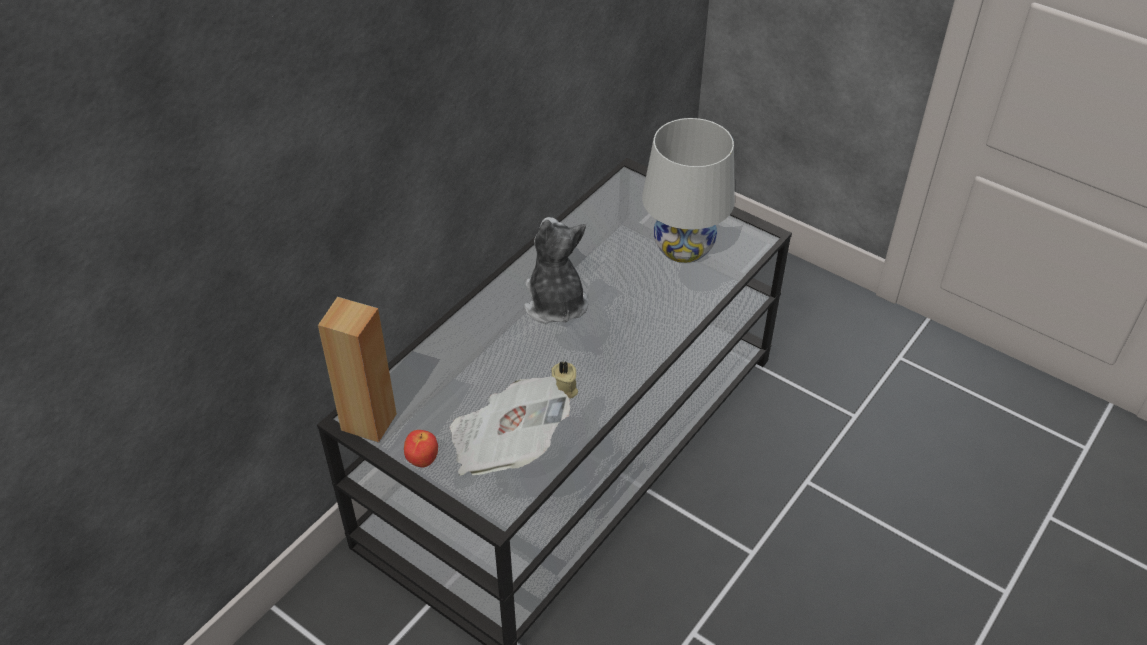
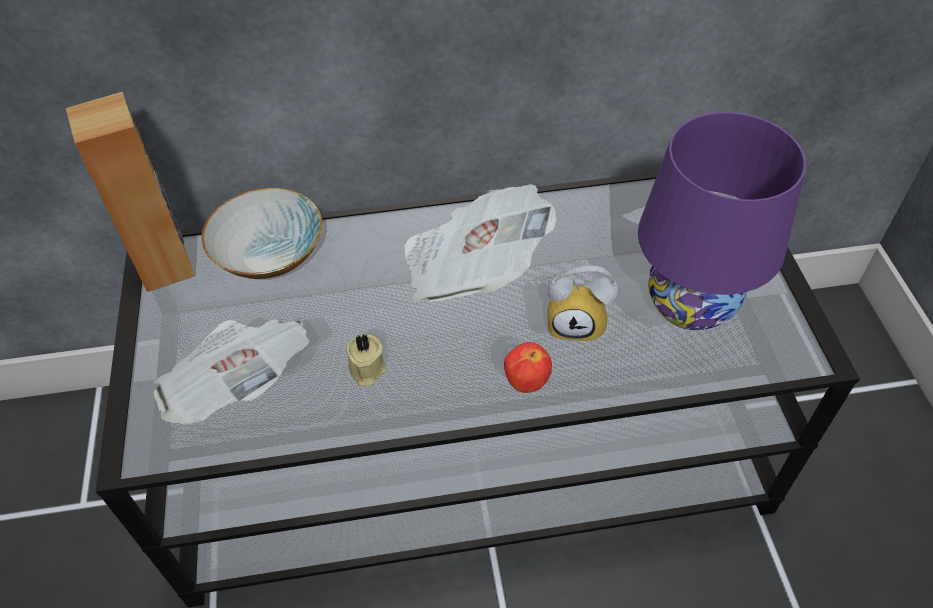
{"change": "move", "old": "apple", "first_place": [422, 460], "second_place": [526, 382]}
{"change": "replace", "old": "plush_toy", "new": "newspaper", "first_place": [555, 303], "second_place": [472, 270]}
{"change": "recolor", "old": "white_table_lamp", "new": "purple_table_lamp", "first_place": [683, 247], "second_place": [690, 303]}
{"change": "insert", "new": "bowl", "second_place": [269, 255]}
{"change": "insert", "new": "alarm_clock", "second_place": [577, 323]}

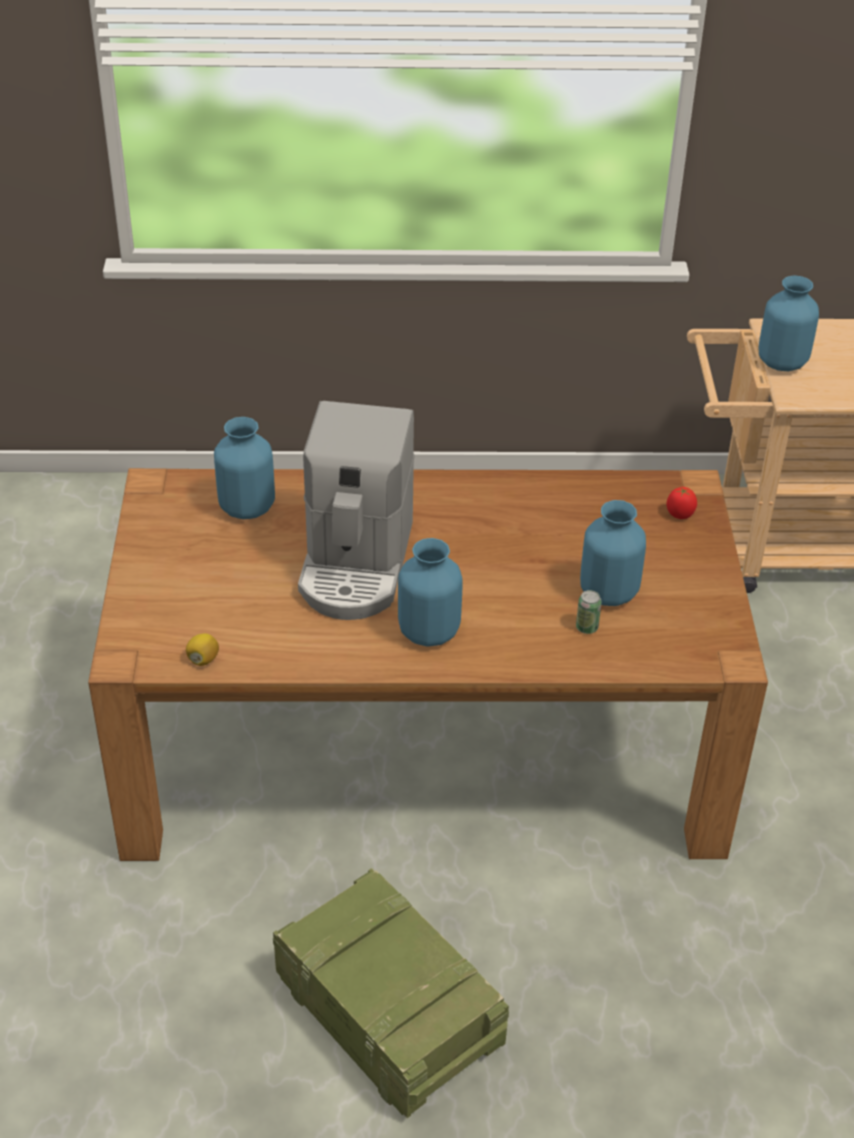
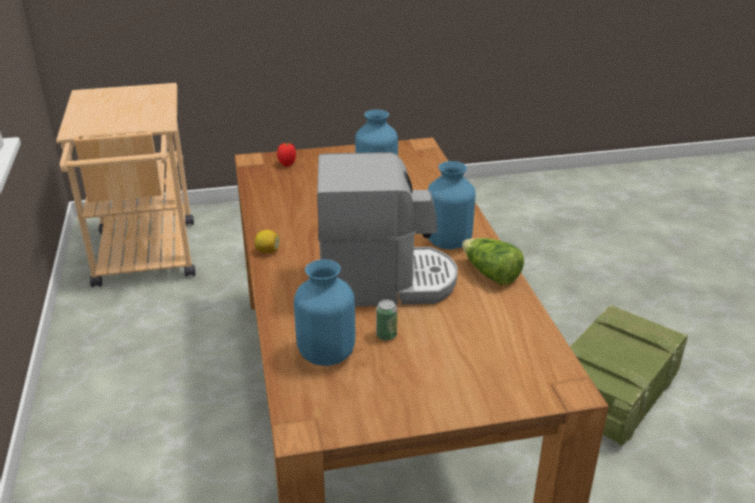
{"change": "move", "old": "lemon", "first_place": [203, 659], "second_place": [268, 251]}
{"change": "move", "old": "can", "first_place": [586, 627], "second_place": [386, 335]}
{"change": "delete", "old": "blue_vase", "first_place": [782, 363]}
{"change": "insert", "new": "lettuce", "second_place": [490, 274]}

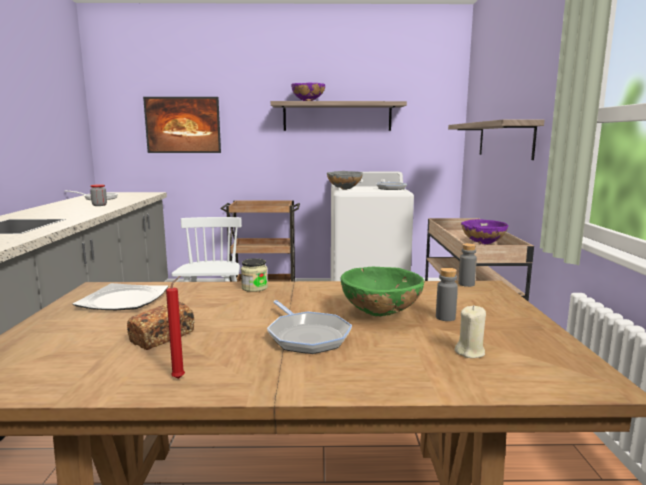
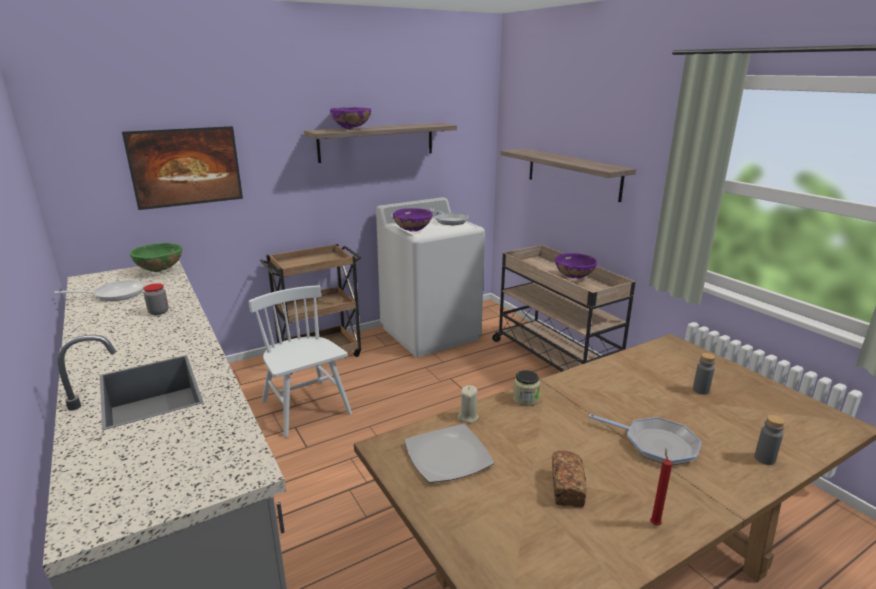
{"change": "recolor", "old": "grey_bowl", "new": "purple_bowl", "first_place": [344, 189], "second_place": [412, 231]}
{"change": "move", "old": "green_bowl", "first_place": [381, 315], "second_place": [160, 271]}
{"change": "move", "old": "beige_candle", "first_place": [470, 352], "second_place": [468, 417]}
{"change": "move", "old": "grey_bottle", "first_place": [466, 284], "second_place": [764, 459]}

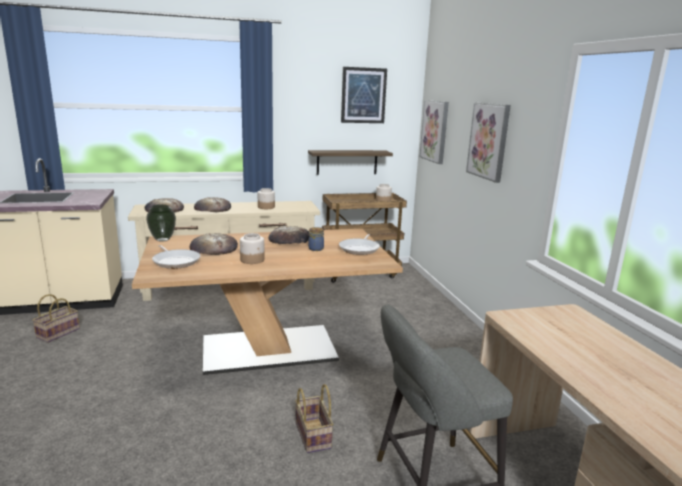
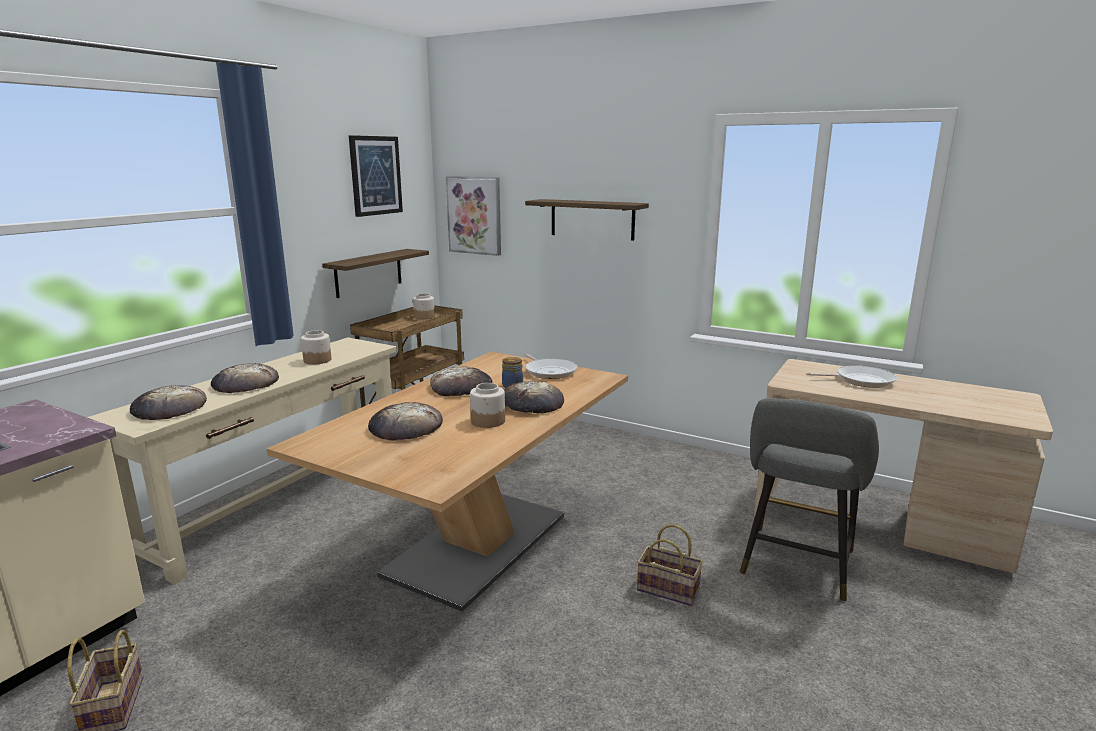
{"change": "delete", "old": "vase", "first_place": [162, 239]}
{"change": "move", "old": "frying_pan", "first_place": [176, 261], "second_place": [861, 380]}
{"change": "replace", "old": "picture", "new": "shelf", "first_place": [488, 141], "second_place": [592, 219]}
{"change": "insert", "new": "bread", "second_place": [530, 403]}

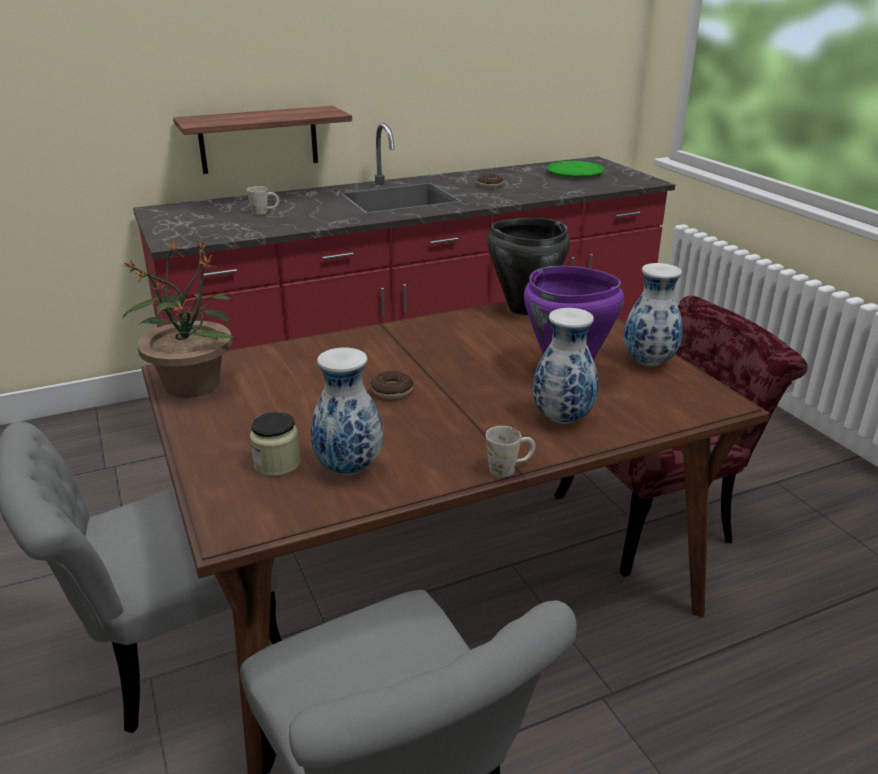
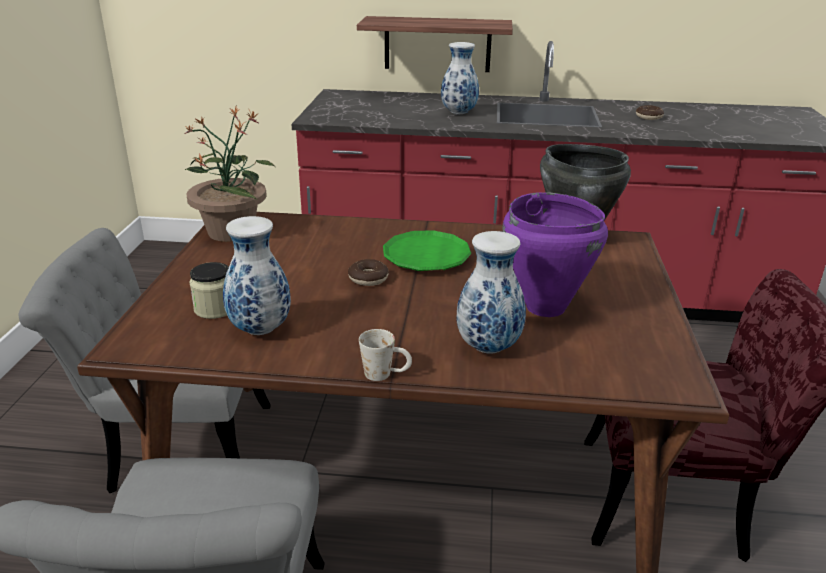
{"change": "delete", "old": "white_mug", "first_place": [265, 212]}
{"change": "move", "old": "green_plate", "first_place": [575, 174], "second_place": [426, 257]}
{"change": "move", "old": "vase", "first_place": [650, 362], "second_place": [459, 113]}

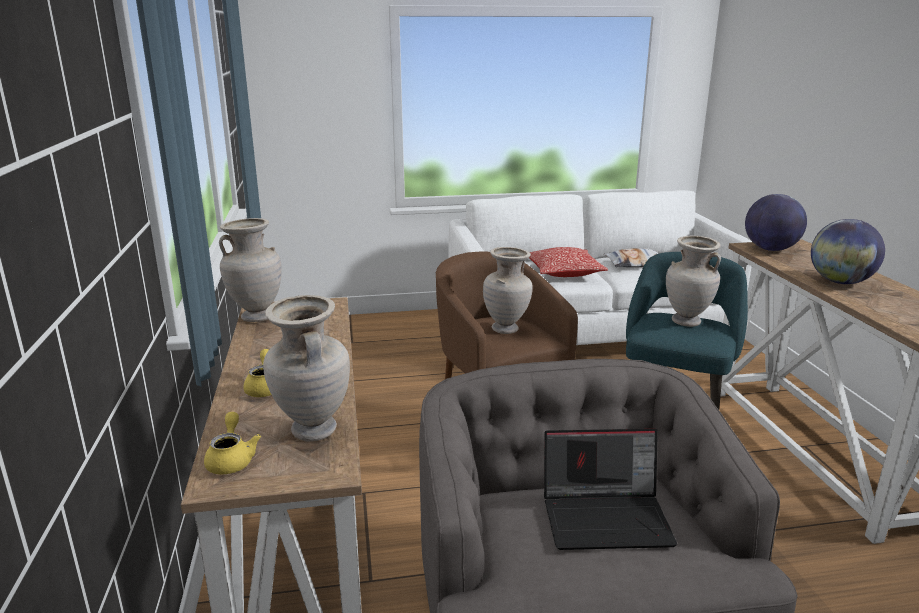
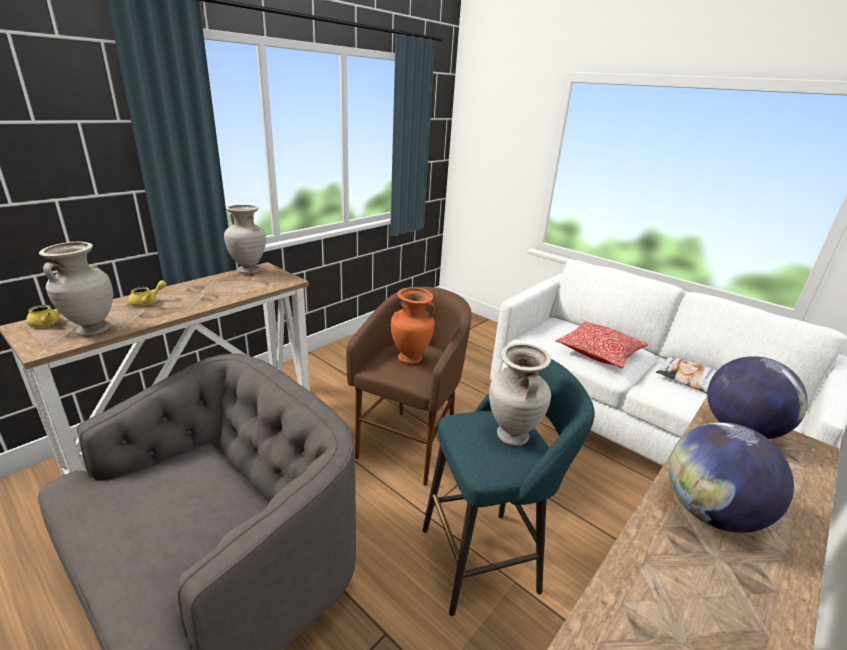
{"change": "recolor", "old": "beige_vase", "new": "orange_vase", "first_place": [506, 329], "second_place": [410, 359]}
{"change": "delete", "old": "laptop", "first_place": [607, 517]}

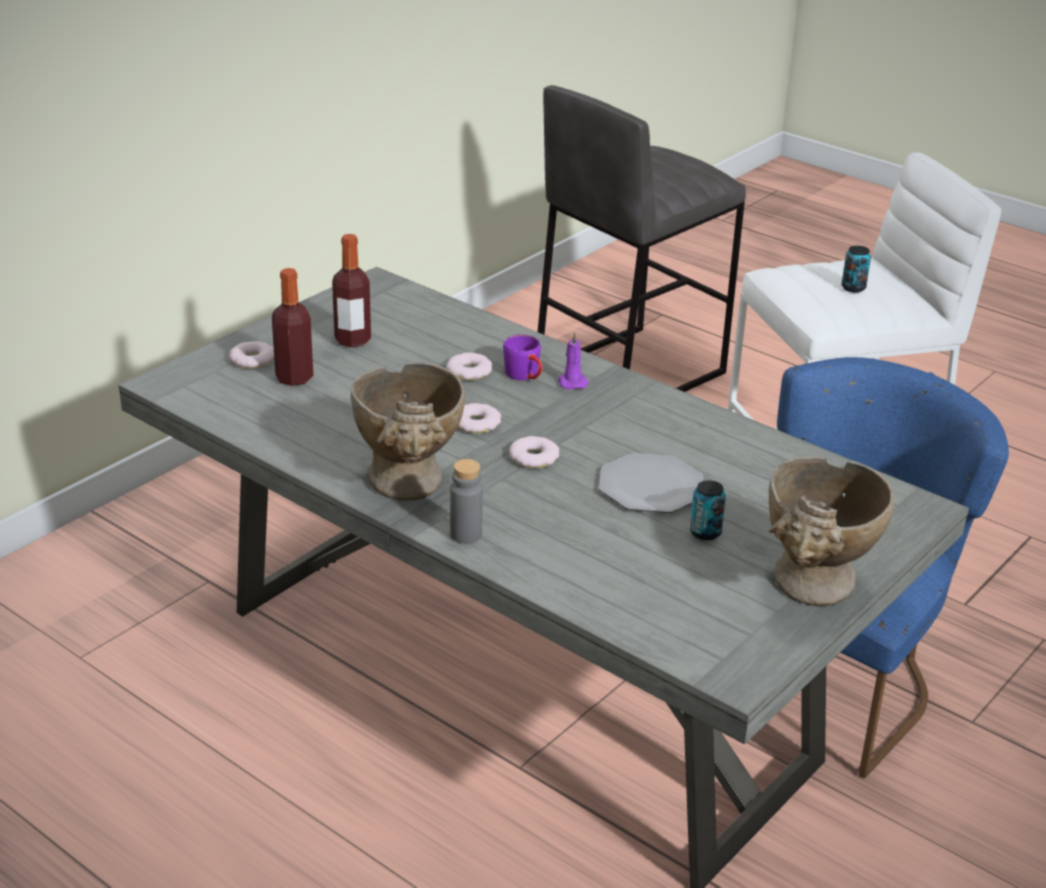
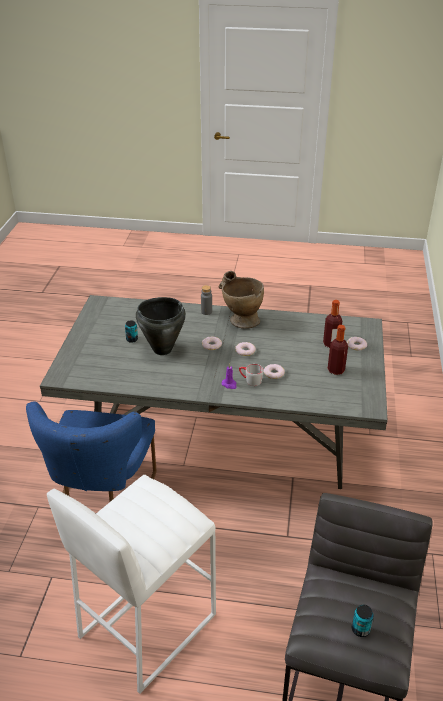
{"change": "recolor", "old": "purple_mug", "new": "grey_mug", "first_place": [526, 376], "second_place": [250, 380]}
{"change": "replace", "old": "plate", "new": "black_cooking_pot", "first_place": [651, 486], "second_place": [162, 349]}
{"change": "delete", "old": "beige_vase", "first_place": [813, 590]}
{"change": "move", "old": "can", "first_place": [853, 288], "second_place": [360, 629]}

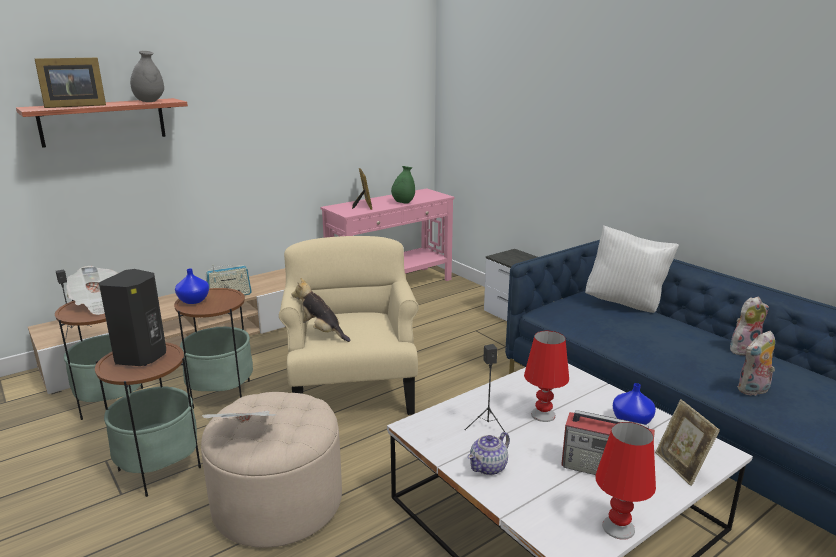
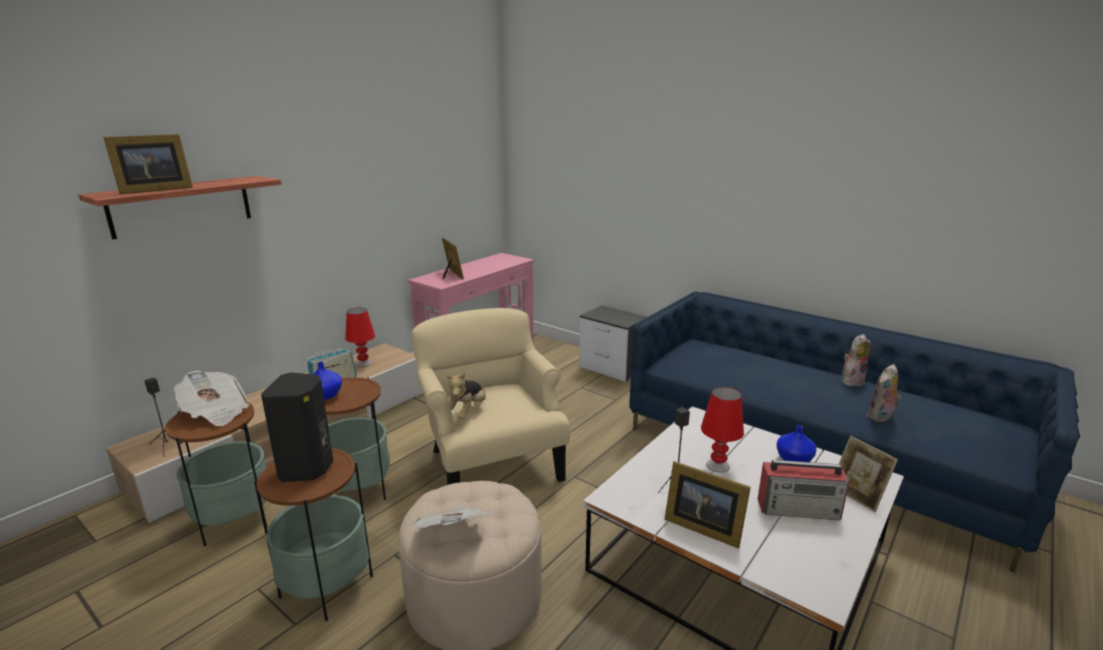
{"change": "delete", "old": "grey_vase", "first_place": [149, 101]}
{"change": "rotate", "old": "plush_toy", "first_place": [321, 332], "second_place": [467, 412], "degrees": -90}
{"change": "delete", "old": "green_vase", "first_place": [403, 203]}
{"change": "replace", "old": "teapot", "new": "picture_frame", "first_place": [489, 467], "second_place": [701, 526]}
{"change": "delete", "old": "white_pillow", "first_place": [625, 304]}
{"change": "move", "old": "red_table_lamp", "first_place": [618, 527], "second_place": [363, 363]}

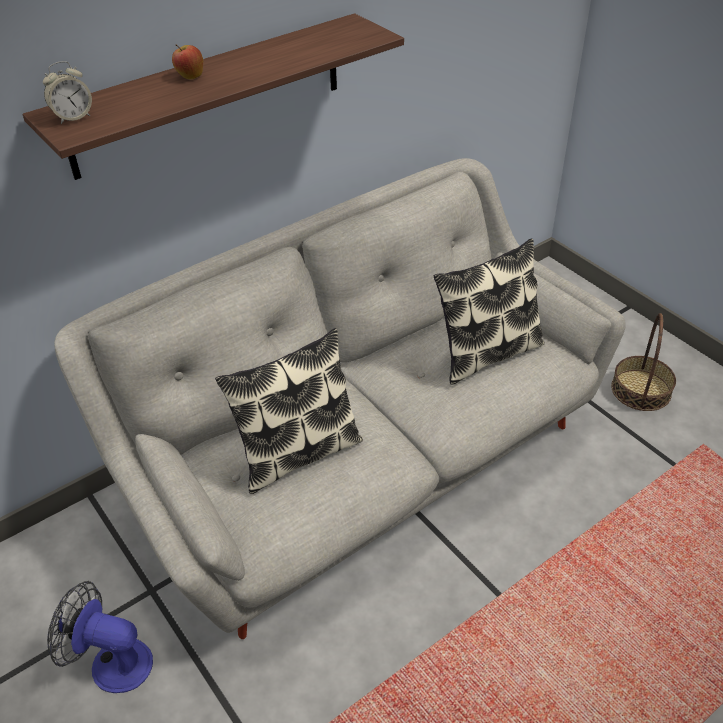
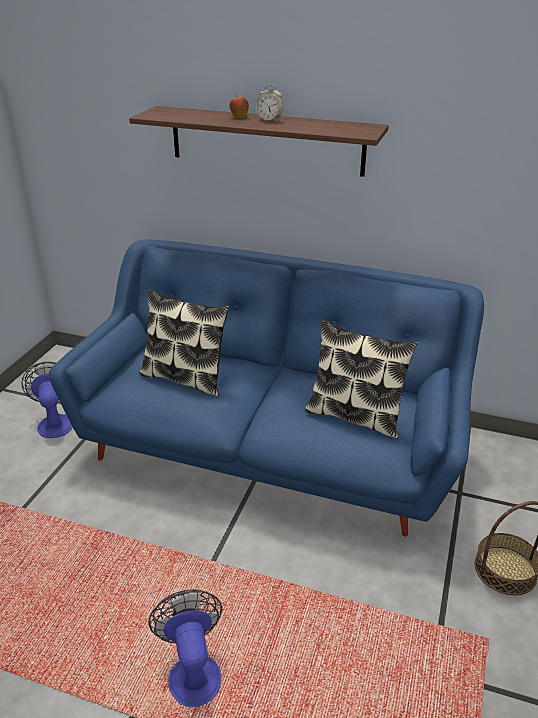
{"change": "move", "old": "alarm_clock", "first_place": [73, 117], "second_place": [269, 120]}
{"change": "recolor", "old": "grey_sofa", "new": "blue_sofa", "first_place": [364, 461], "second_place": [269, 448]}
{"change": "insert", "new": "fan", "second_place": [193, 670]}

